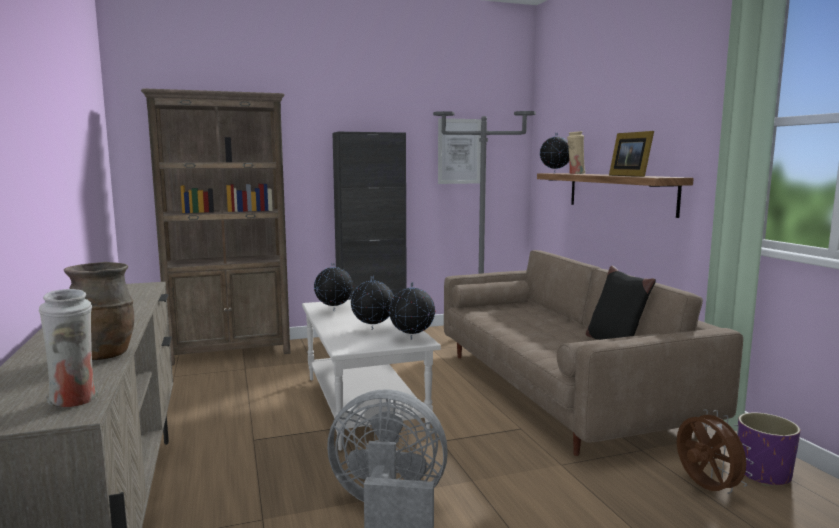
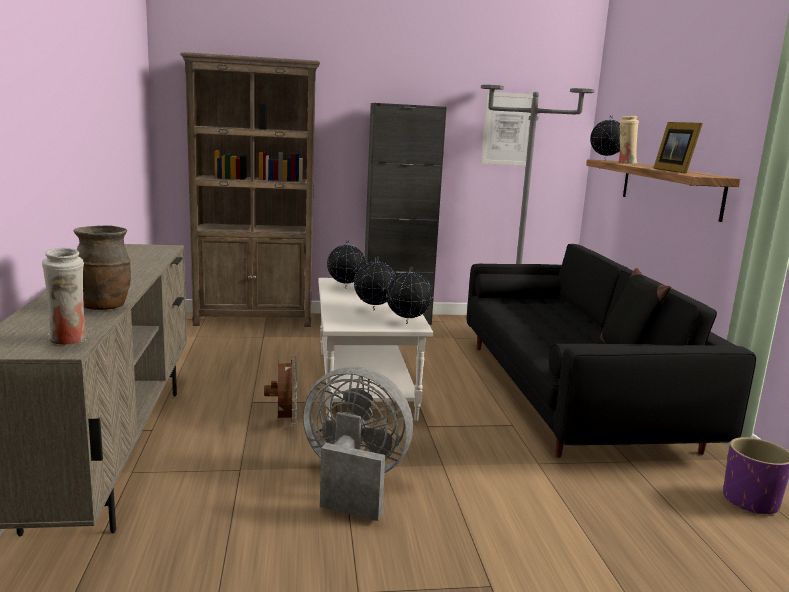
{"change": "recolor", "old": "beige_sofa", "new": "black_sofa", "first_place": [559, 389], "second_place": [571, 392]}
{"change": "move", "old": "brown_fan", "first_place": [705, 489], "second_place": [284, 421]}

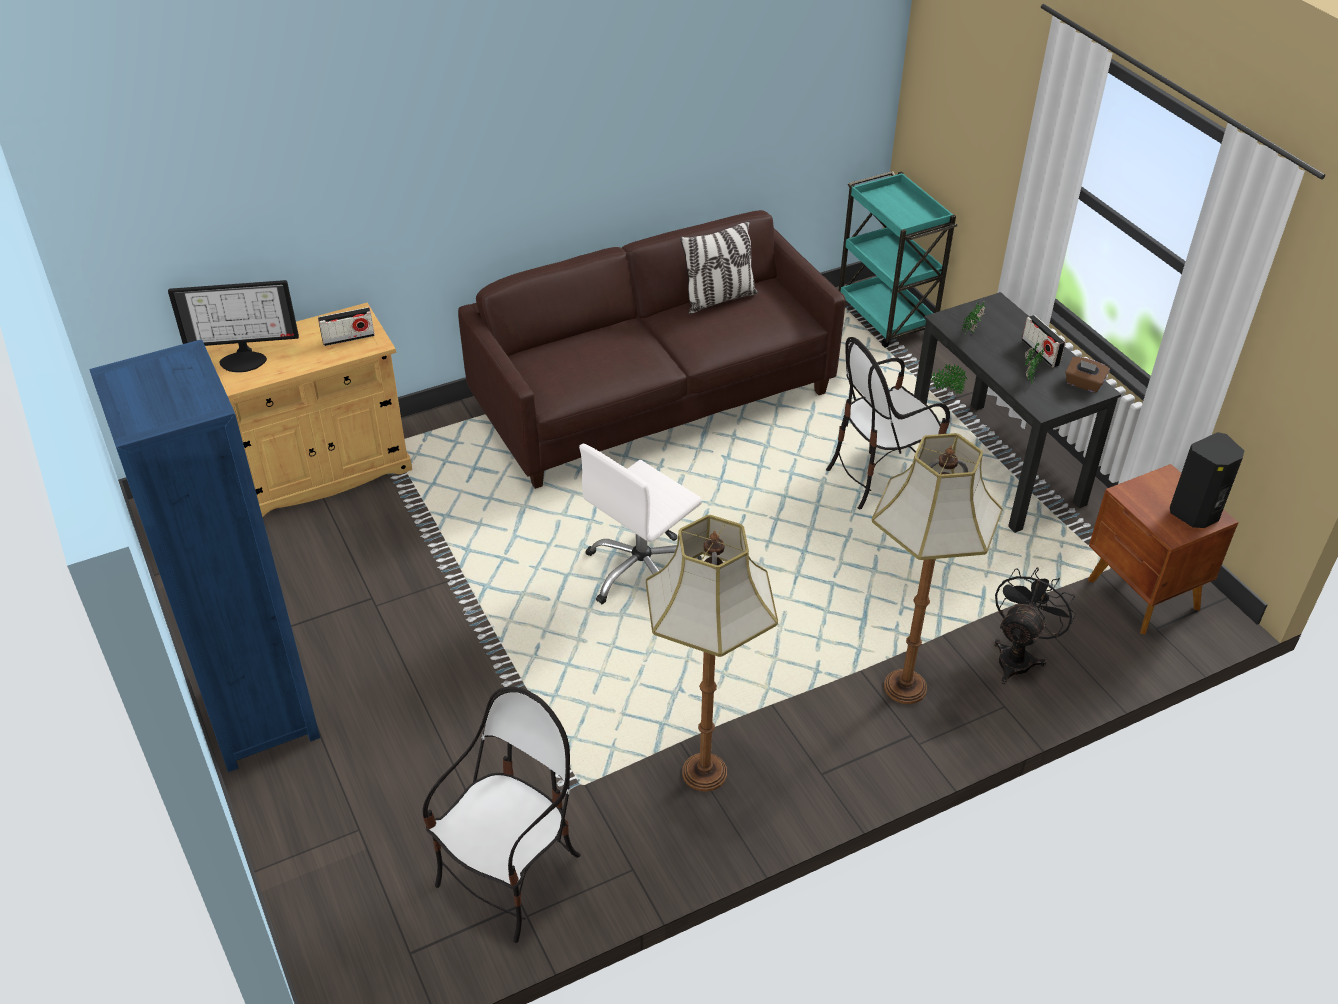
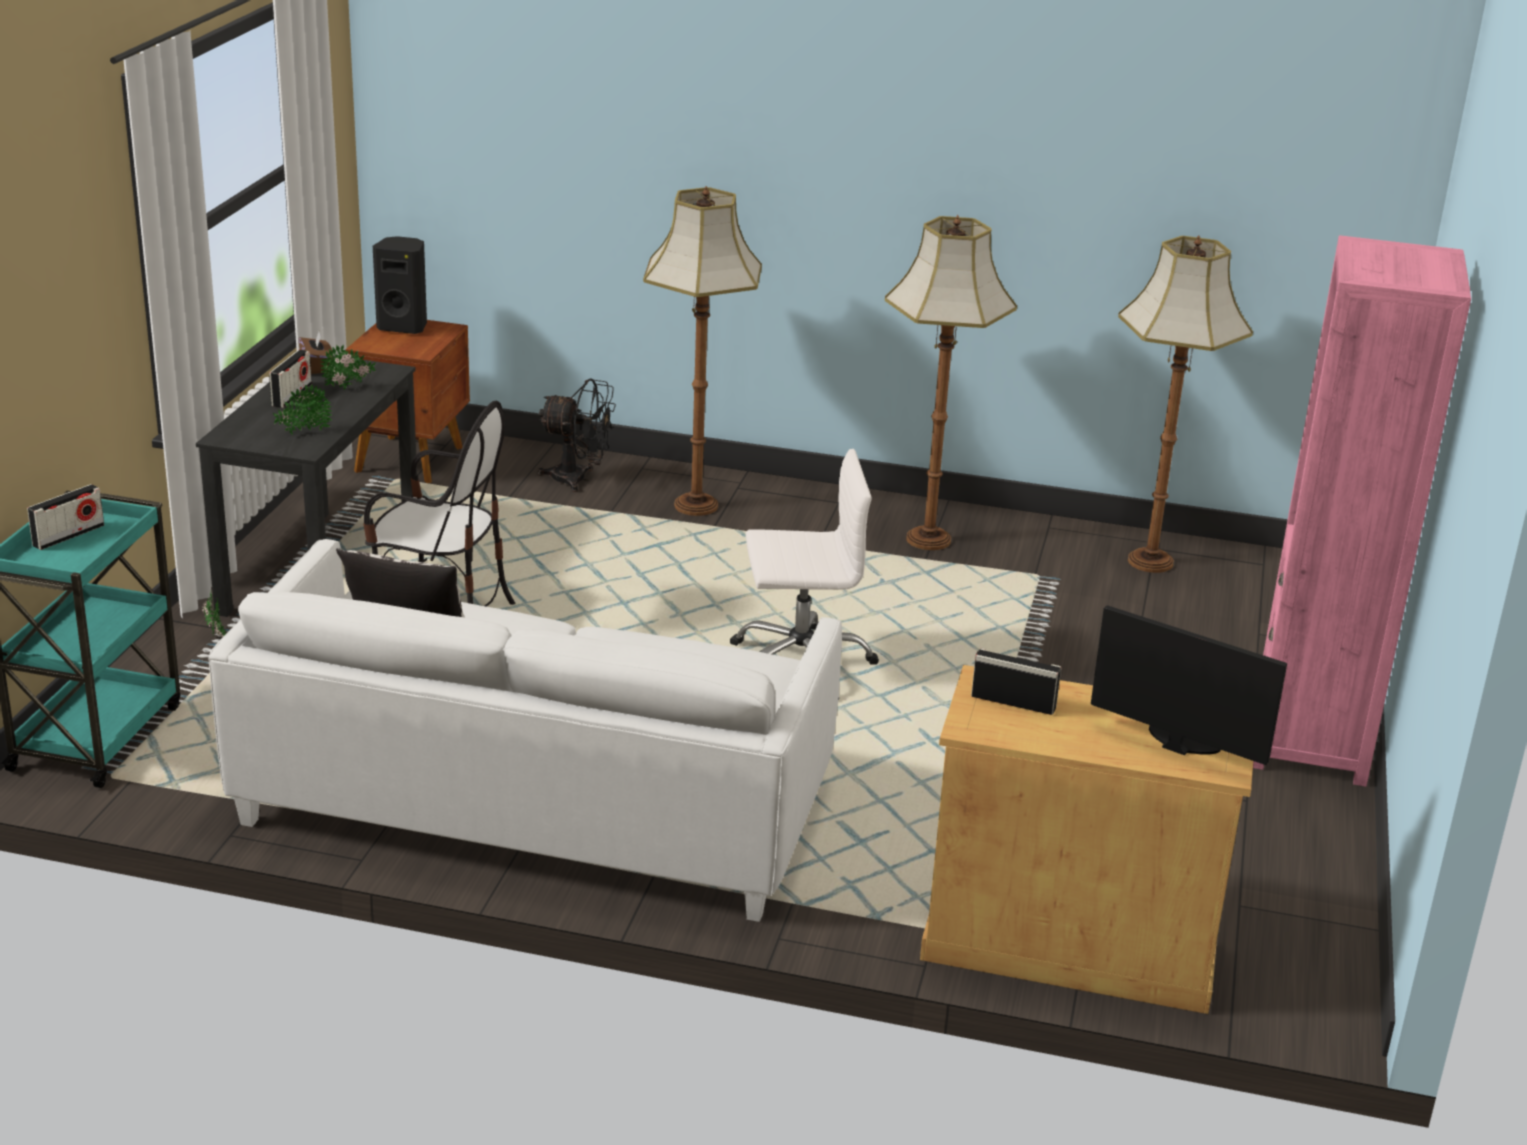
{"change": "recolor", "old": "blue_bookcase", "new": "pink_bookcase", "first_place": [259, 715], "second_place": [1309, 742]}
{"change": "replace", "old": "chair", "new": "floor_lamp", "first_place": [511, 876], "second_place": [1148, 562]}
{"change": "recolor", "old": "brown_sofa", "new": "white_sofa", "first_place": [654, 399], "second_place": [534, 802]}
{"change": "rotate", "old": "black_fan", "first_place": [1018, 657], "second_place": [578, 479], "degrees": -150}
{"change": "insert", "new": "radio", "second_place": [68, 535]}

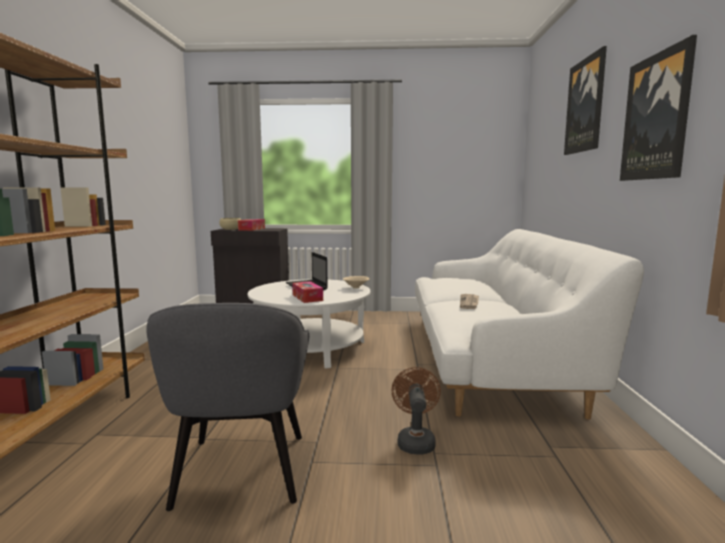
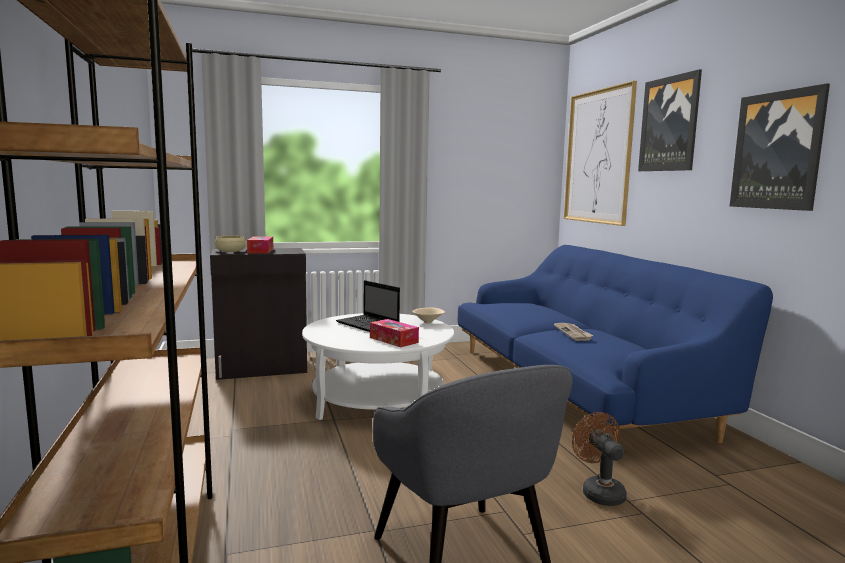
{"change": "recolor", "old": "white_sofa", "new": "blue_sofa", "first_place": [489, 355], "second_place": [575, 387]}
{"change": "insert", "new": "picture", "second_place": [598, 157]}

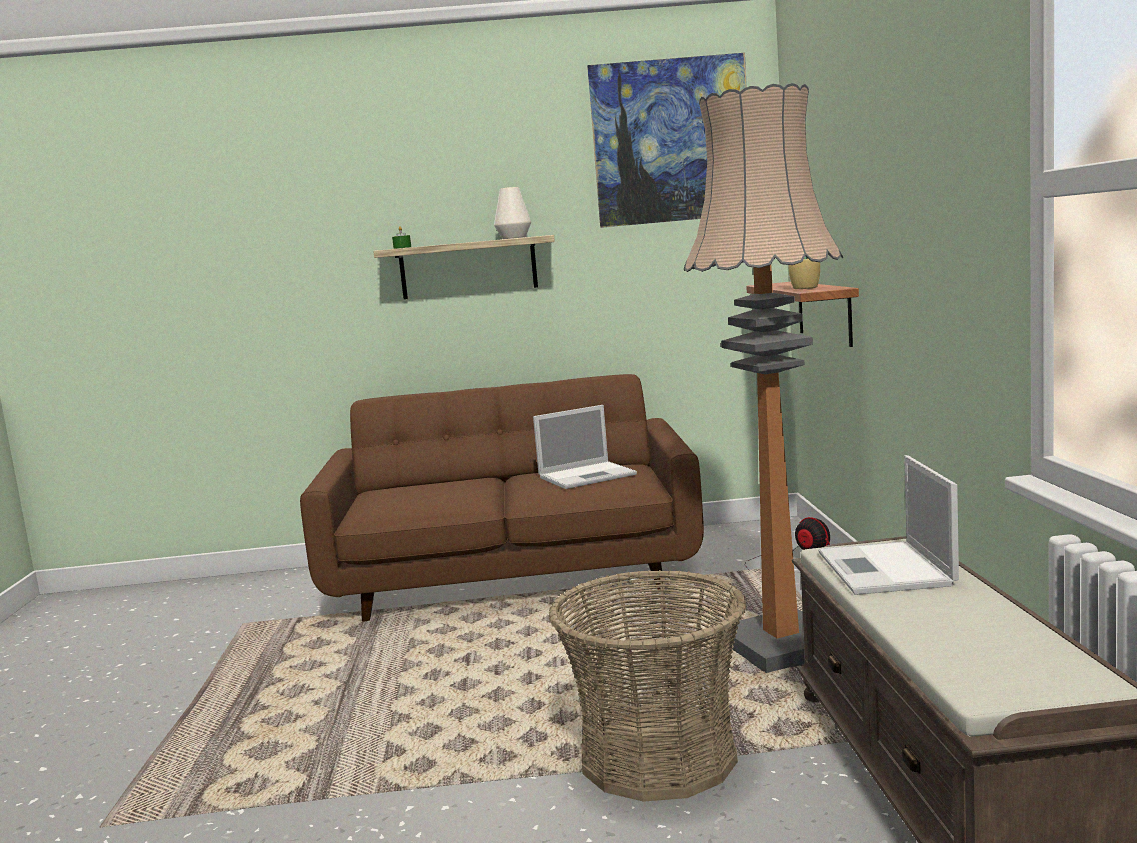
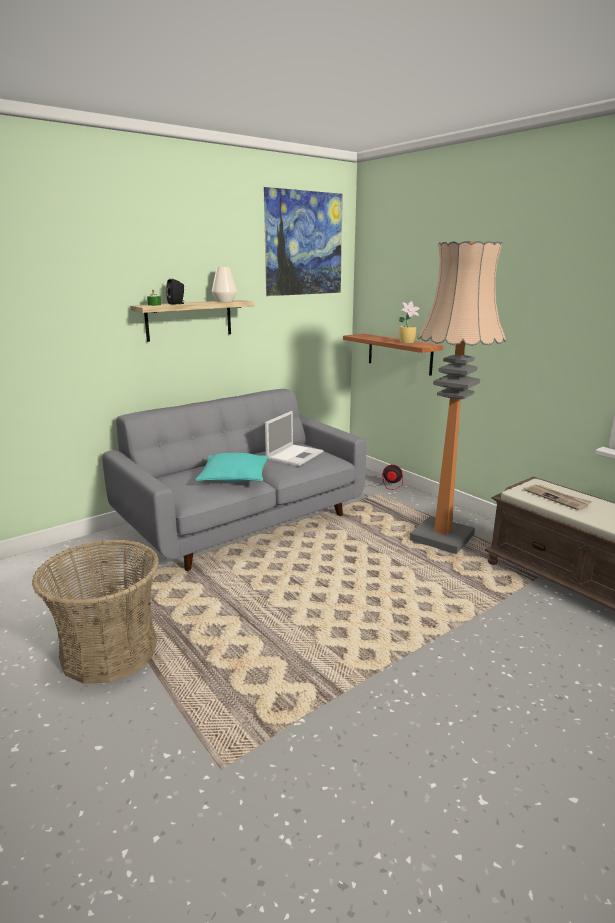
{"change": "recolor", "old": "brown_sofa", "new": "grey_sofa", "first_place": [514, 576], "second_place": [243, 521]}
{"change": "move", "old": "basket", "first_place": [658, 757], "second_place": [110, 650]}
{"change": "replace", "old": "laptop", "new": "newspaper", "first_place": [886, 570], "second_place": [557, 498]}
{"change": "insert", "new": "black_speaker", "second_place": [177, 303]}
{"change": "insert", "new": "turquoise_pillow", "second_place": [234, 477]}

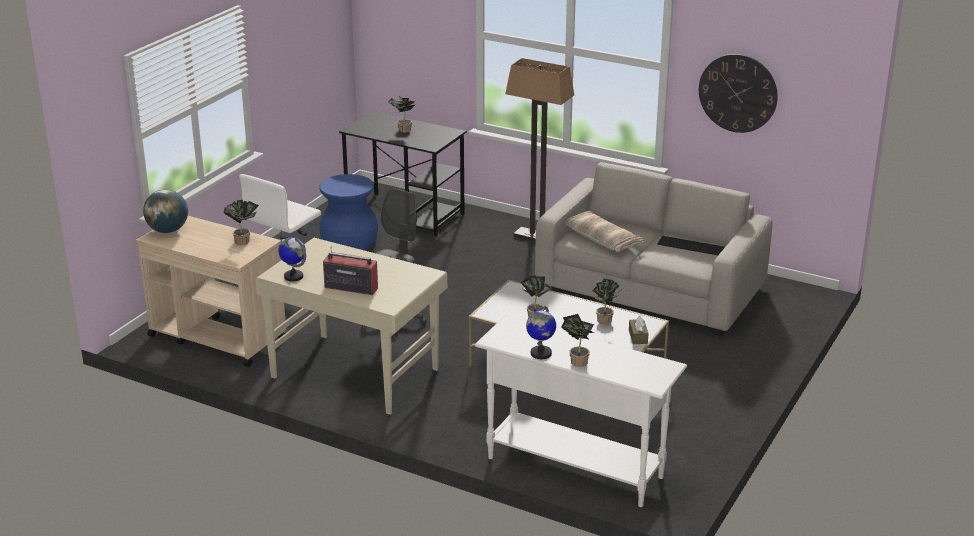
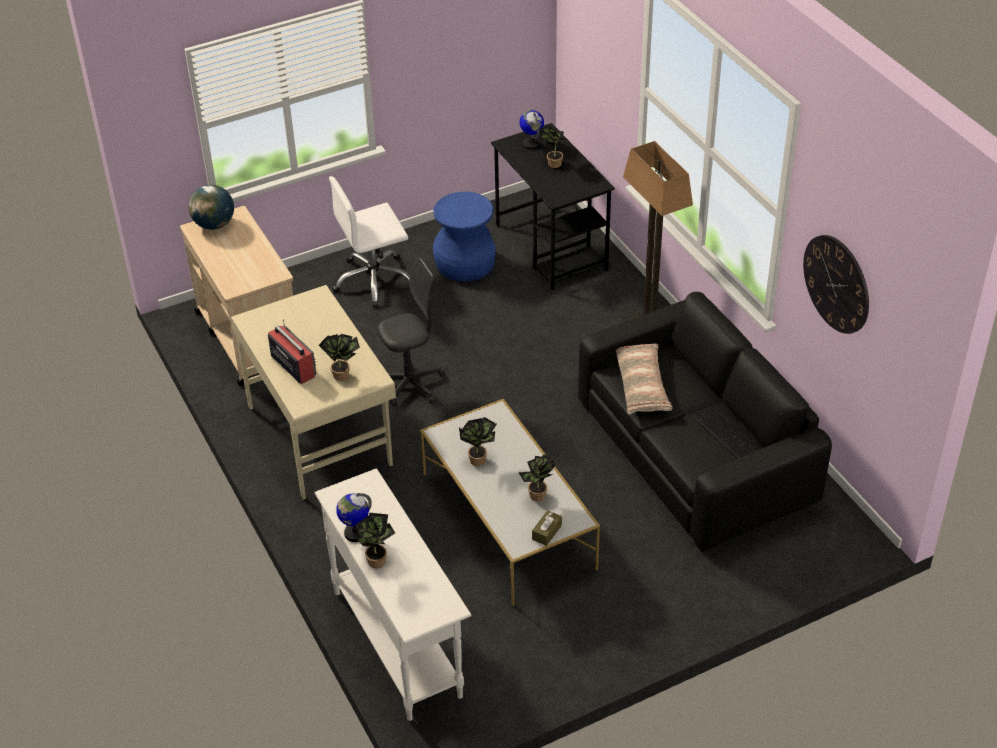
{"change": "move", "old": "potted_plant", "first_place": [243, 240], "second_place": [343, 374]}
{"change": "move", "old": "globe", "first_place": [293, 276], "second_place": [531, 144]}
{"change": "recolor", "old": "beige_sofa", "new": "black_sofa", "first_place": [650, 288], "second_place": [695, 453]}

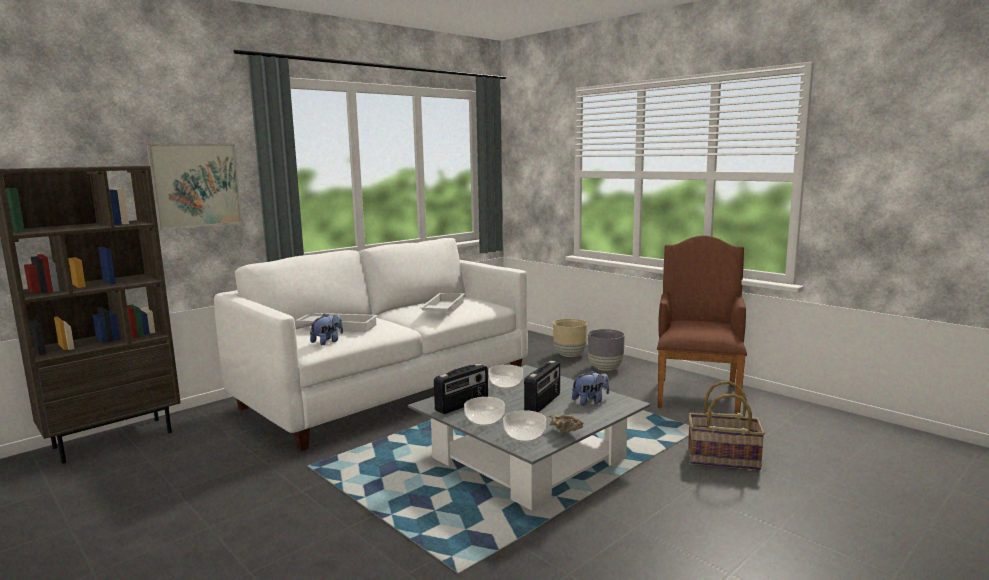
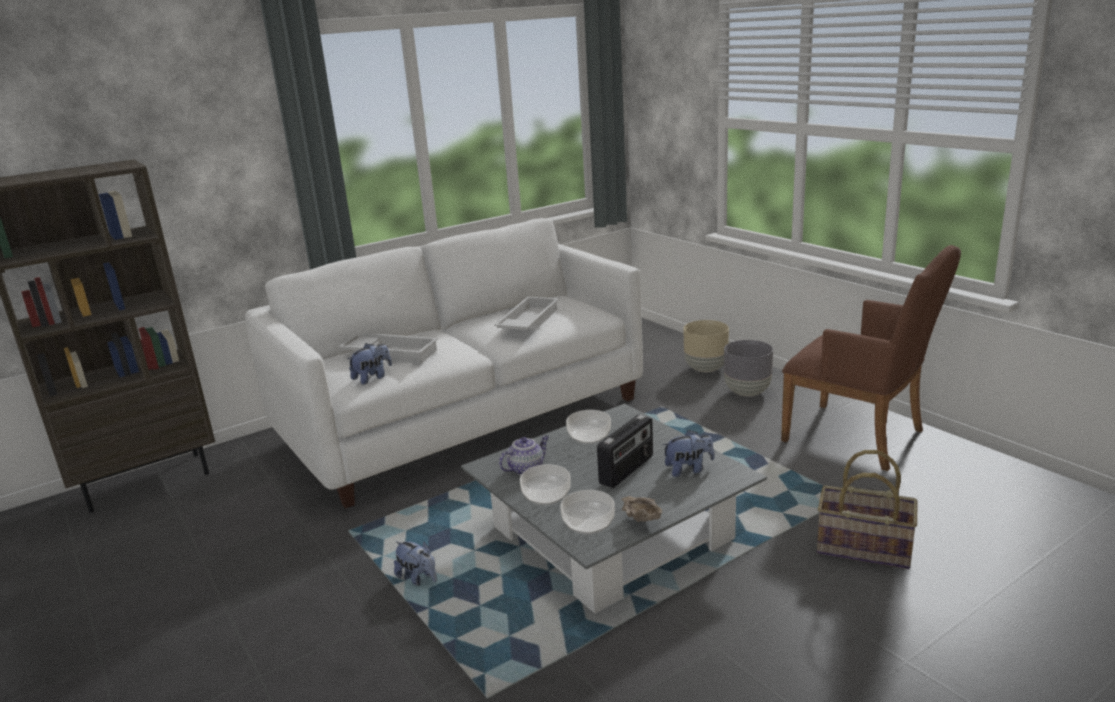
{"change": "delete", "old": "picture", "first_place": [196, 185]}
{"change": "replace", "old": "radio", "new": "teapot", "first_place": [462, 405], "second_place": [526, 469]}
{"change": "rotate", "old": "brown_armchair", "first_place": [697, 393], "second_place": [861, 438], "degrees": 105}
{"change": "insert", "new": "plush_toy", "second_place": [418, 578]}

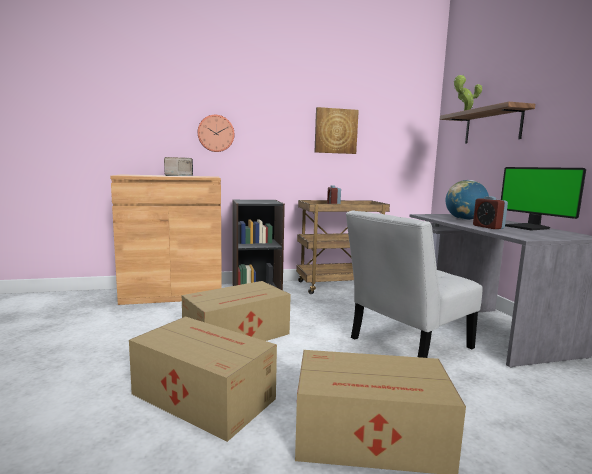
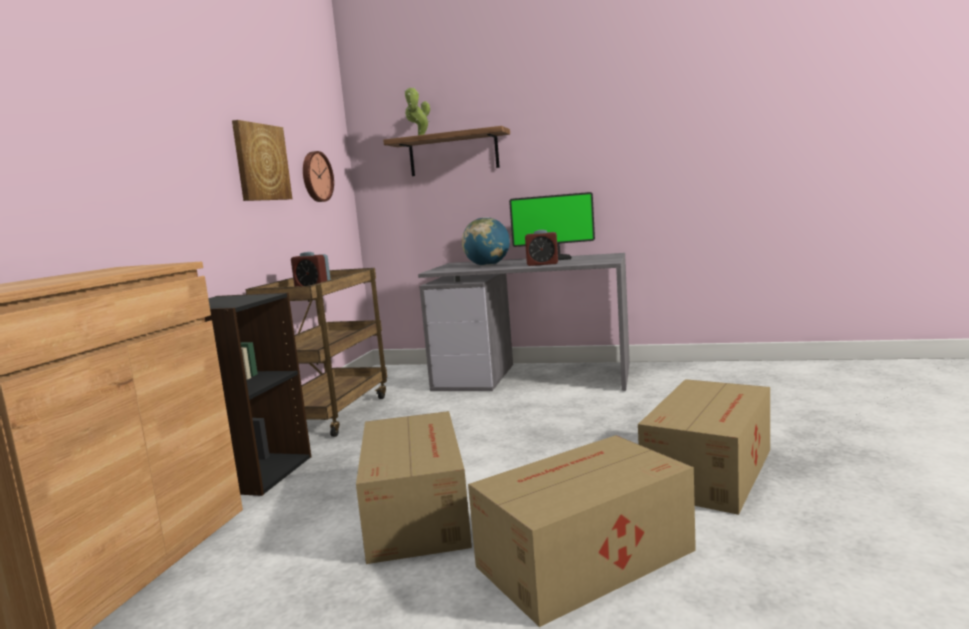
{"change": "delete", "old": "radio", "first_place": [179, 176]}
{"change": "move", "old": "wall_clock", "first_place": [216, 133], "second_place": [316, 177]}
{"change": "delete", "old": "white_chair", "first_place": [406, 345]}

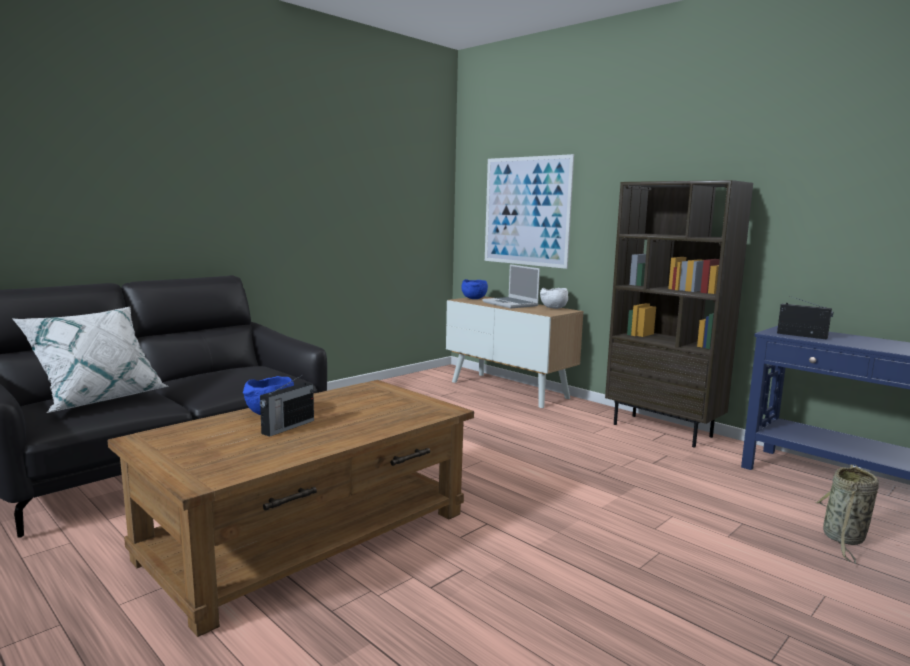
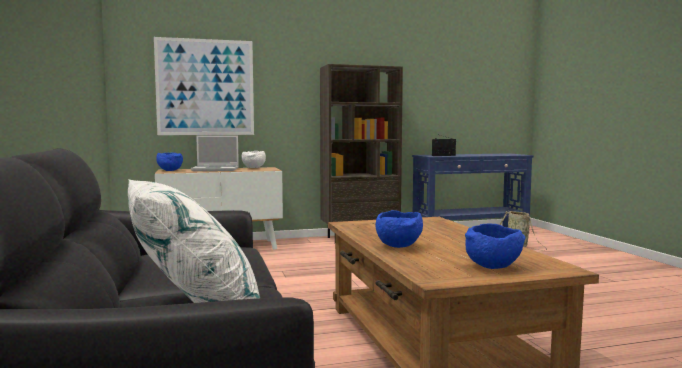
{"change": "delete", "old": "radio", "first_place": [287, 427]}
{"change": "insert", "new": "blue_bowl", "second_place": [493, 267]}

